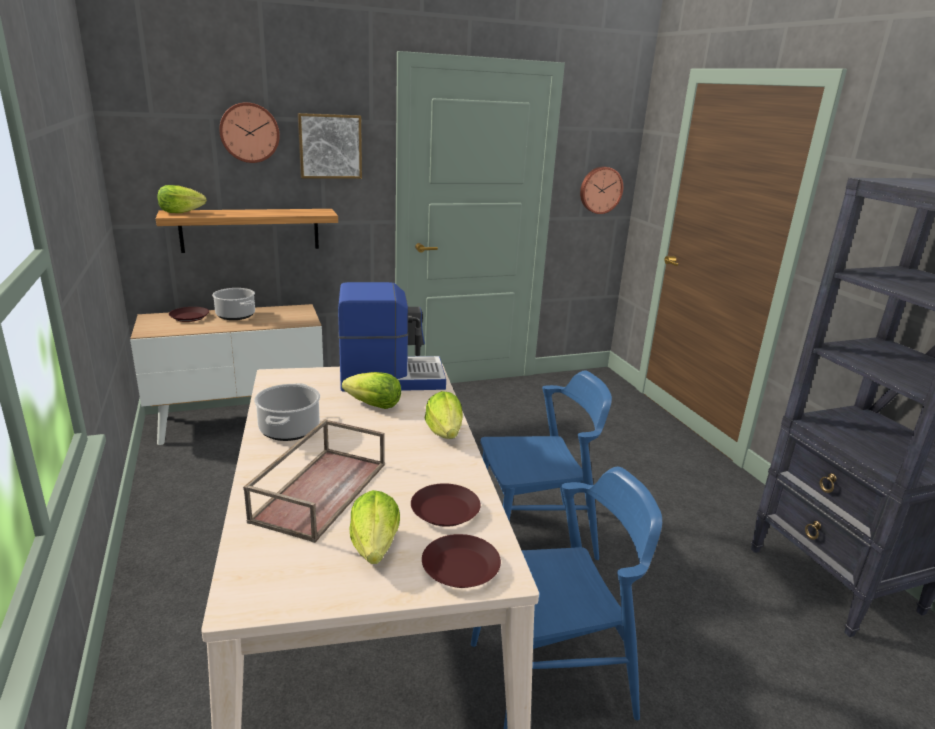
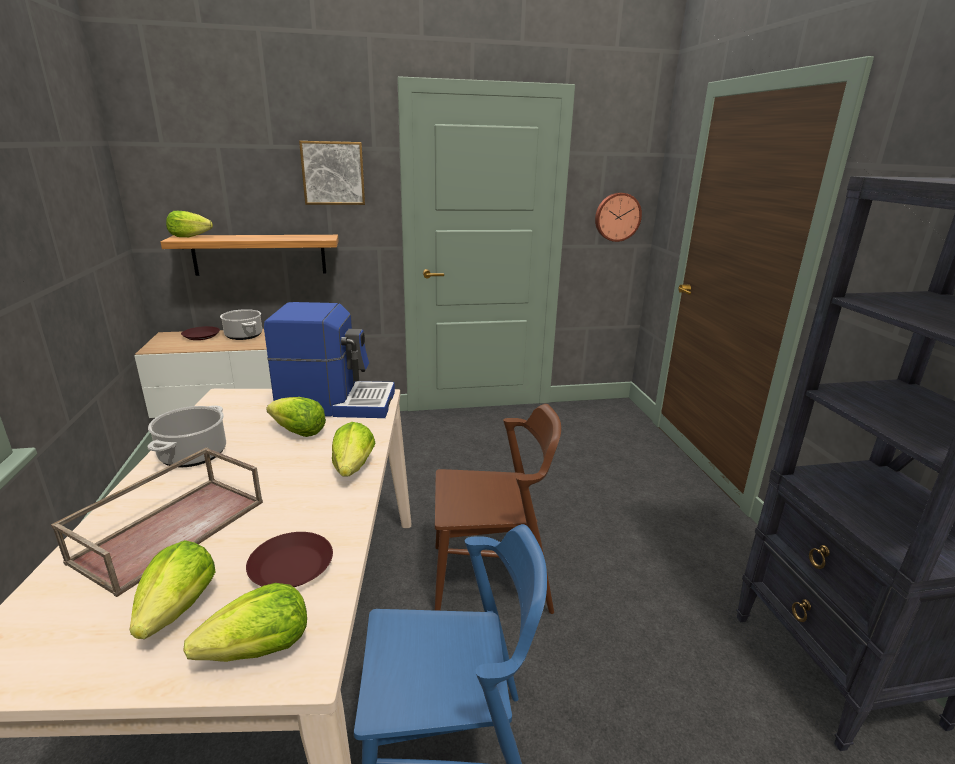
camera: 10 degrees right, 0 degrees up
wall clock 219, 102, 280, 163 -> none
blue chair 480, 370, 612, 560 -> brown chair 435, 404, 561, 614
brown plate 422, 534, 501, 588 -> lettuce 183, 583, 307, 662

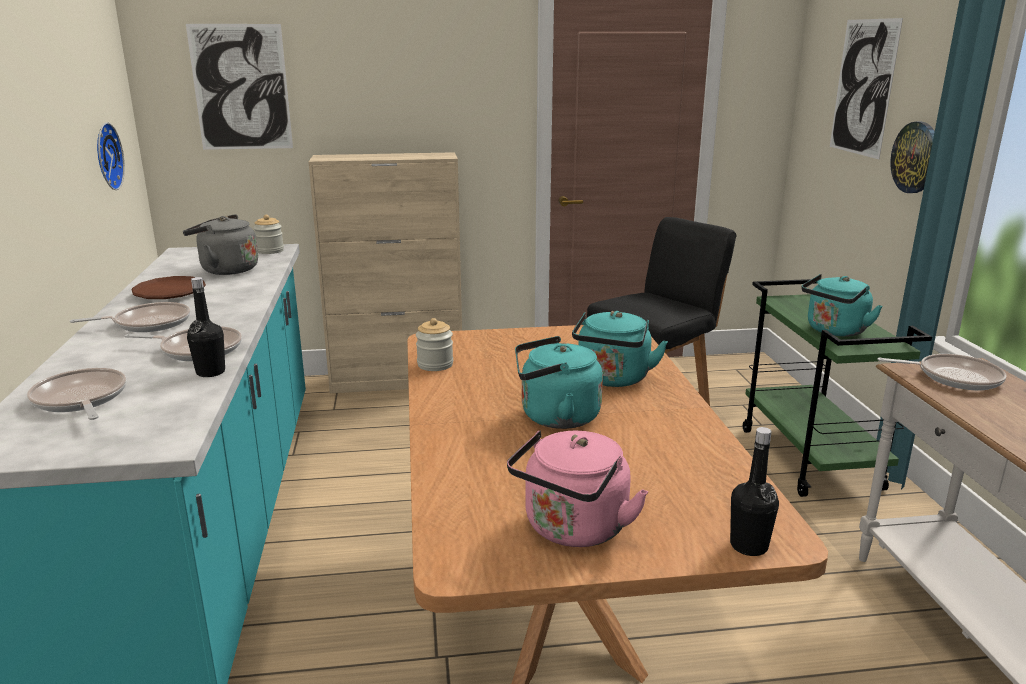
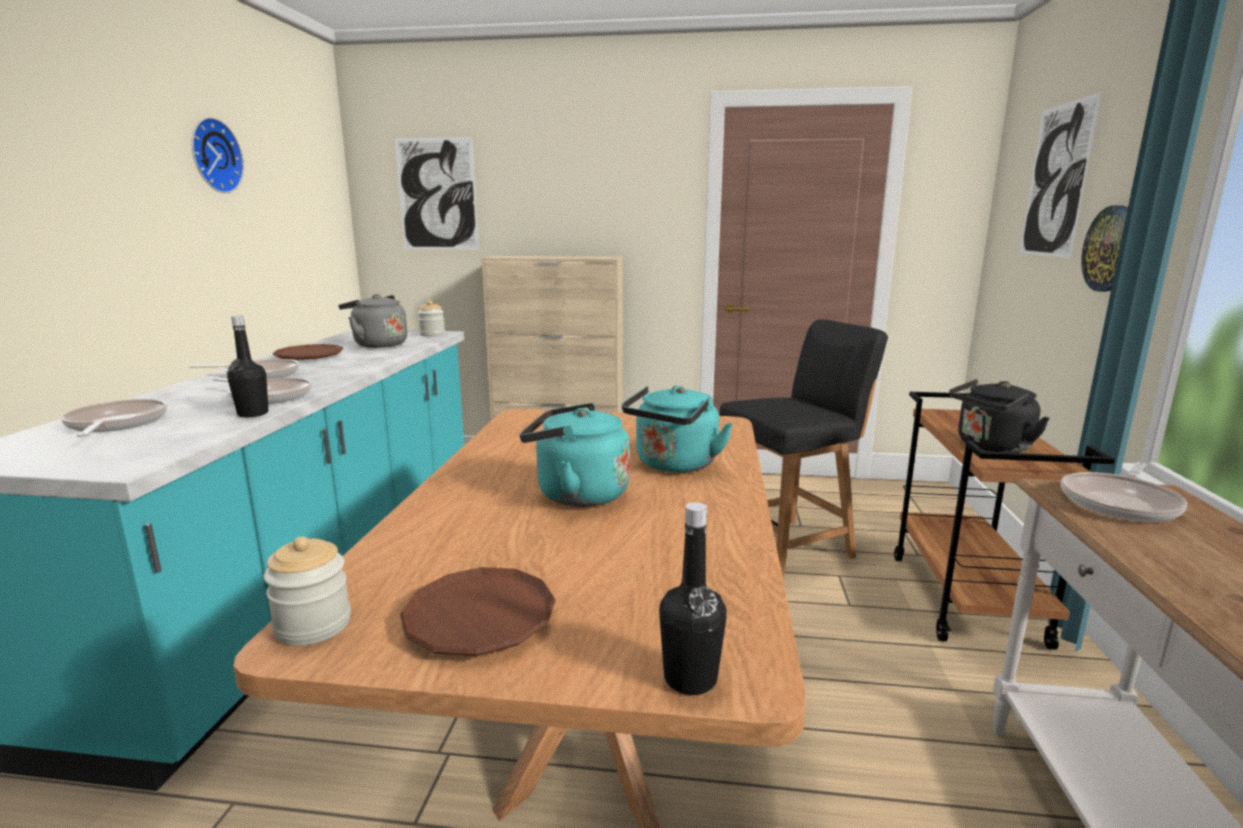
camera: 15 degrees right, 5 degrees down
wall clock 97, 123, 125, 190 -> wall clock 191, 117, 244, 193, move
turquoise kettle 801, 274, 883, 337 -> black kettle 949, 379, 1050, 453
green cart 743, 279, 932, 497 -> brown cart 894, 392, 1115, 650
jar 416, 318, 453, 371 -> jar 263, 536, 351, 646, move
frying pan 877, 354, 1006, 390 -> frying pan 1061, 462, 1187, 522, 105 degrees clockwise
pink kettle 507, 430, 648, 547 -> brown plate 400, 567, 556, 656

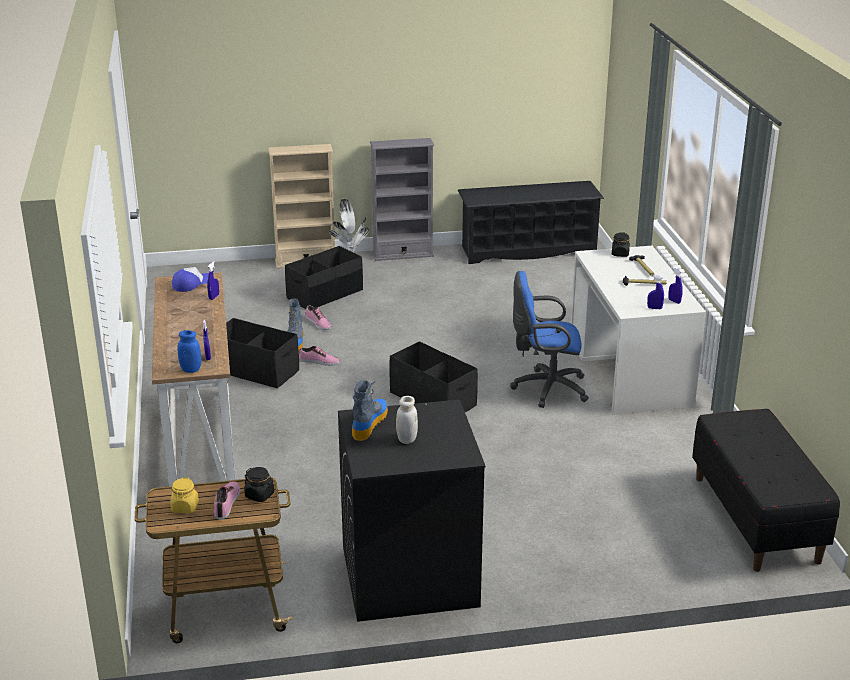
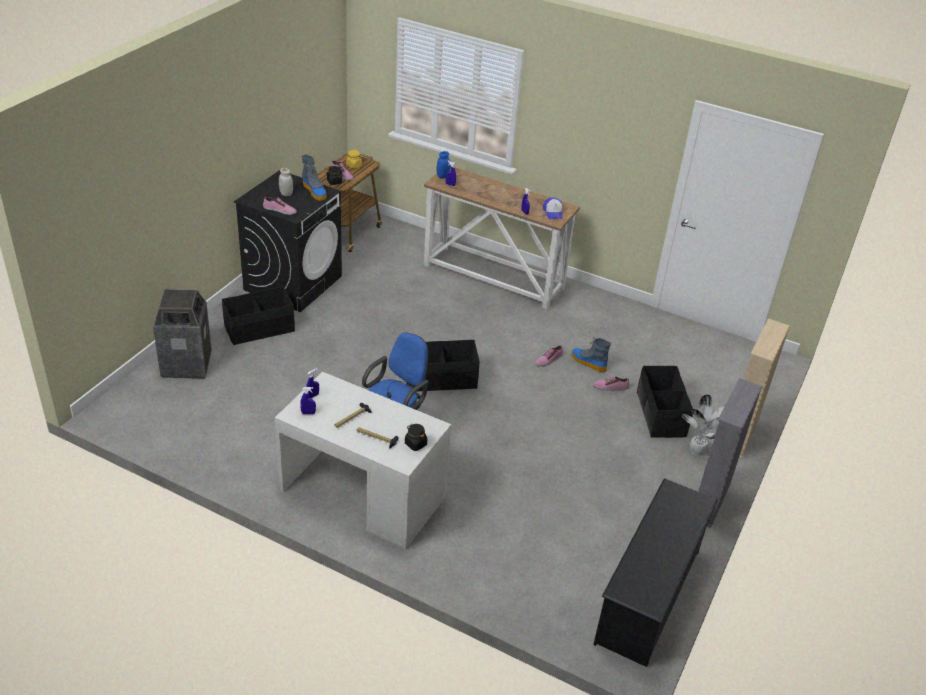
camera: 125 degrees right, 10 degrees up
black storage box 226, 318, 299, 388 -> black storage box 222, 286, 295, 345, move
black bench 692, 409, 840, 572 -> none
none -> shoe 263, 197, 297, 215
none -> trash can 153, 289, 212, 378

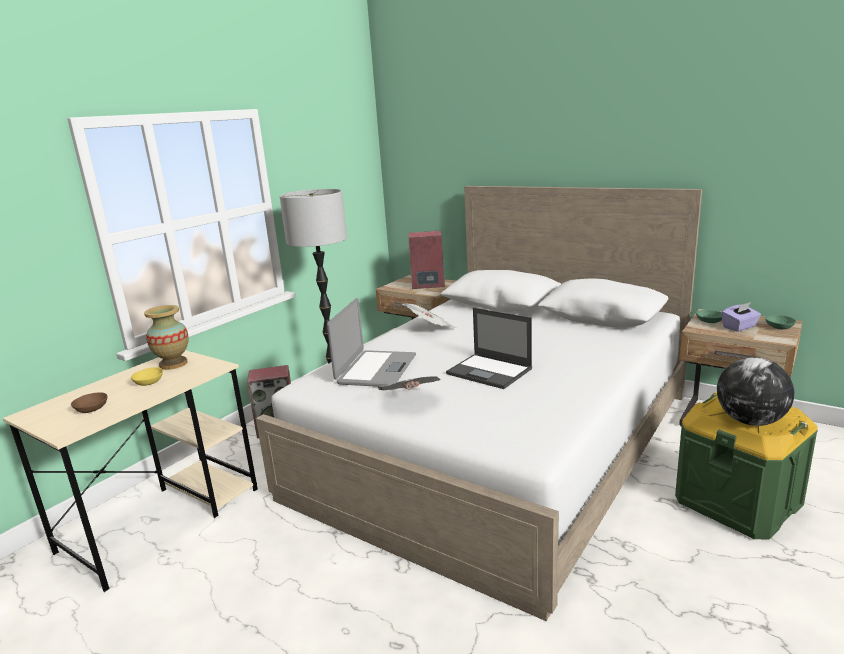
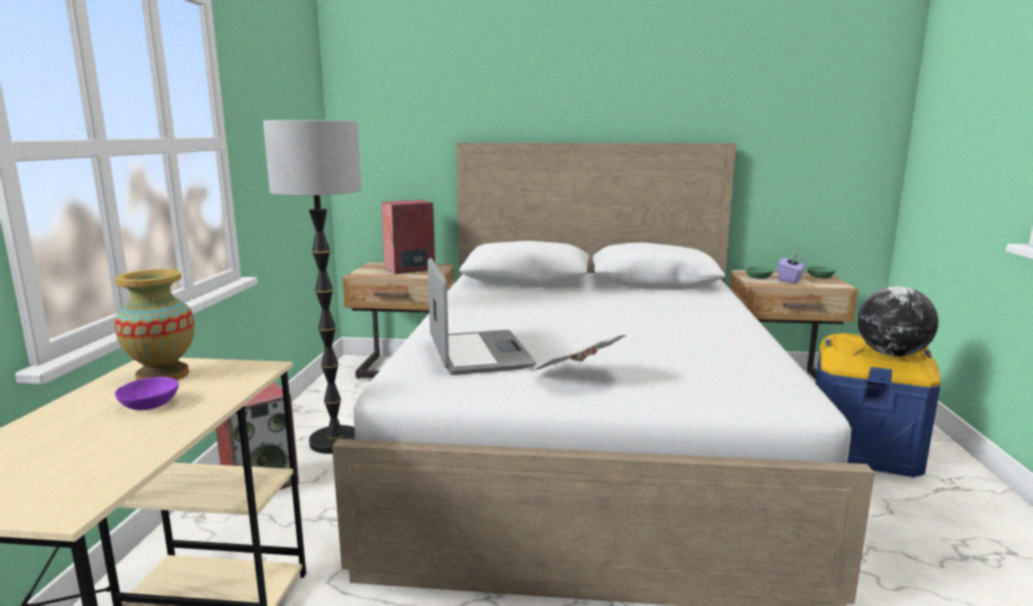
camera: 30 degrees left, 5 degrees down
newspaper 403, 304, 456, 328 -> none
laptop 446, 308, 532, 389 -> none
yellow bowl 131, 367, 163, 386 -> purple bowl 115, 377, 179, 410
brown bowl 71, 392, 108, 413 -> none
green storage box 675, 392, 818, 540 -> blue storage box 815, 333, 941, 477

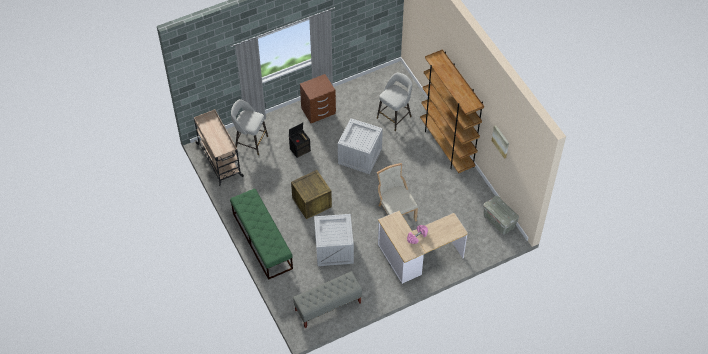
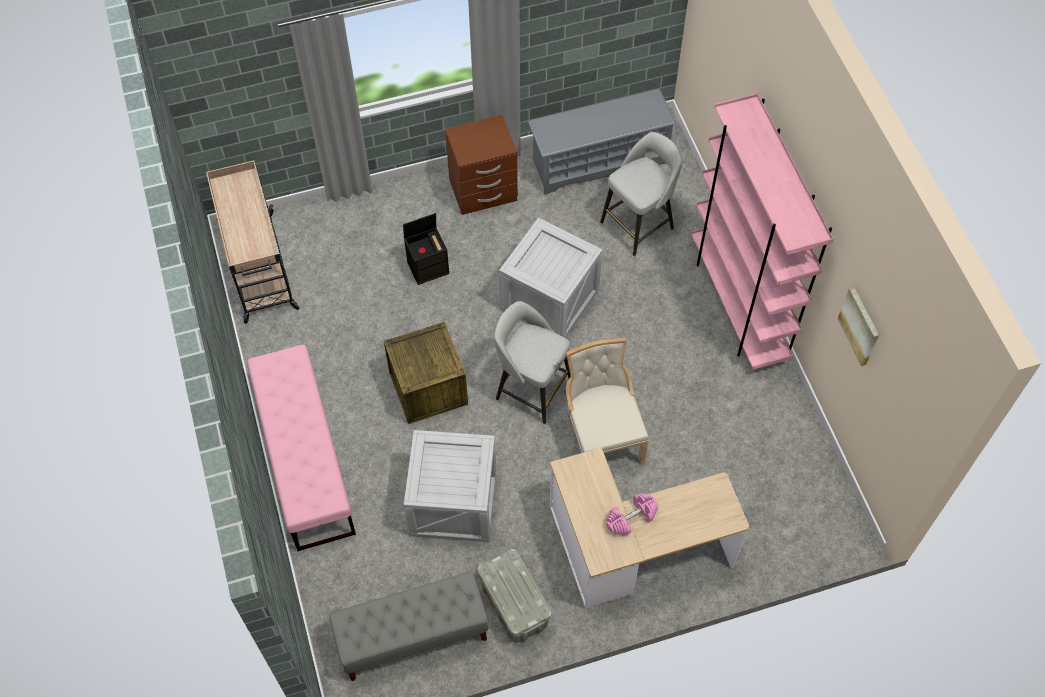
camera: 10 degrees right, 5 degrees up
brown bookcase 420, 49, 484, 173 -> pink bookcase 691, 93, 834, 370
grey stool 231, 99, 268, 155 -> grey stool 494, 301, 571, 424, move
green bench 230, 188, 293, 280 -> pink bench 247, 344, 356, 551
grey storage box 483, 195, 519, 235 -> grey storage box 477, 549, 552, 643, move
none -> grey shoe rack 528, 89, 676, 195

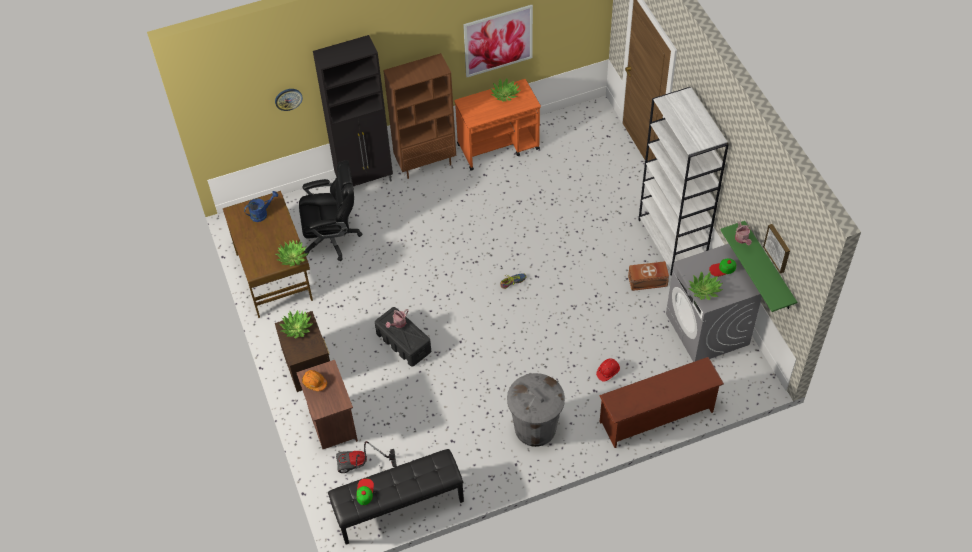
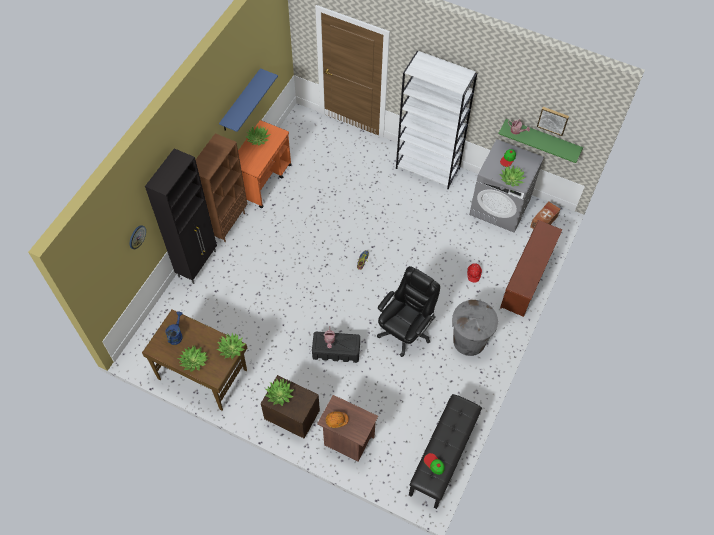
camera: 45 degrees left, 5 degrees up
picture 463, 5, 533, 77 -> blue shelf 219, 68, 278, 132
black office chair 299, 160, 363, 261 -> black office chair 377, 266, 440, 357, move
brown storage box 628, 261, 669, 291 -> brown storage box 530, 202, 560, 229, move
vacuum cleaner 336, 441, 397, 473 -> none
none -> potted plant 178, 345, 208, 372

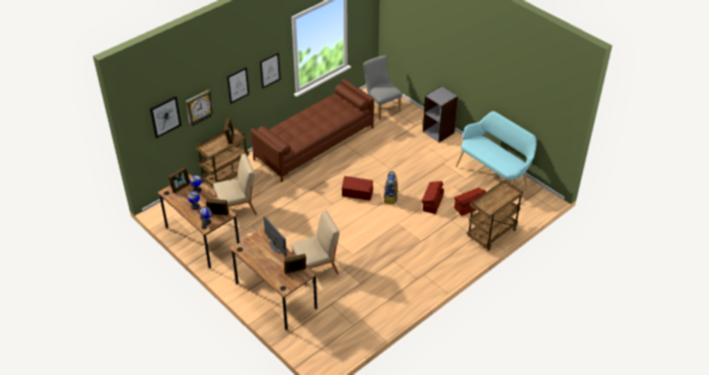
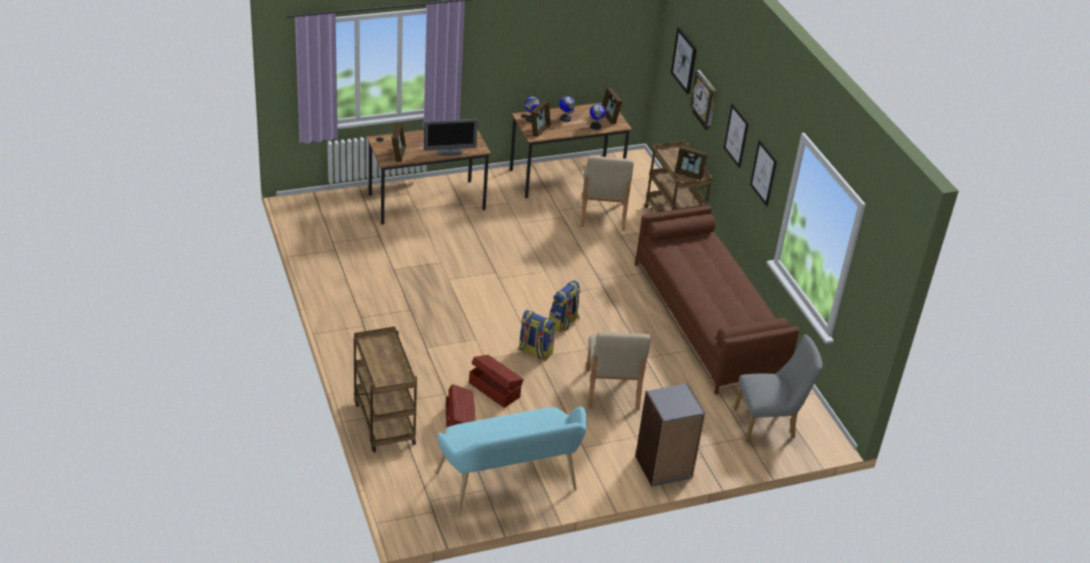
camera: 110 degrees right, 5 degrees down
brown storage box 342, 176, 373, 201 -> backpack 549, 280, 581, 333
beige chair 291, 210, 340, 285 -> beige chair 586, 332, 651, 411, move

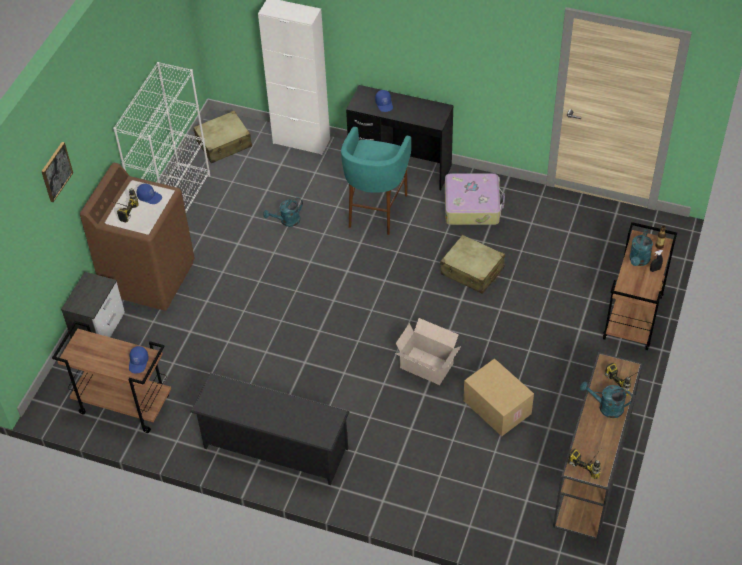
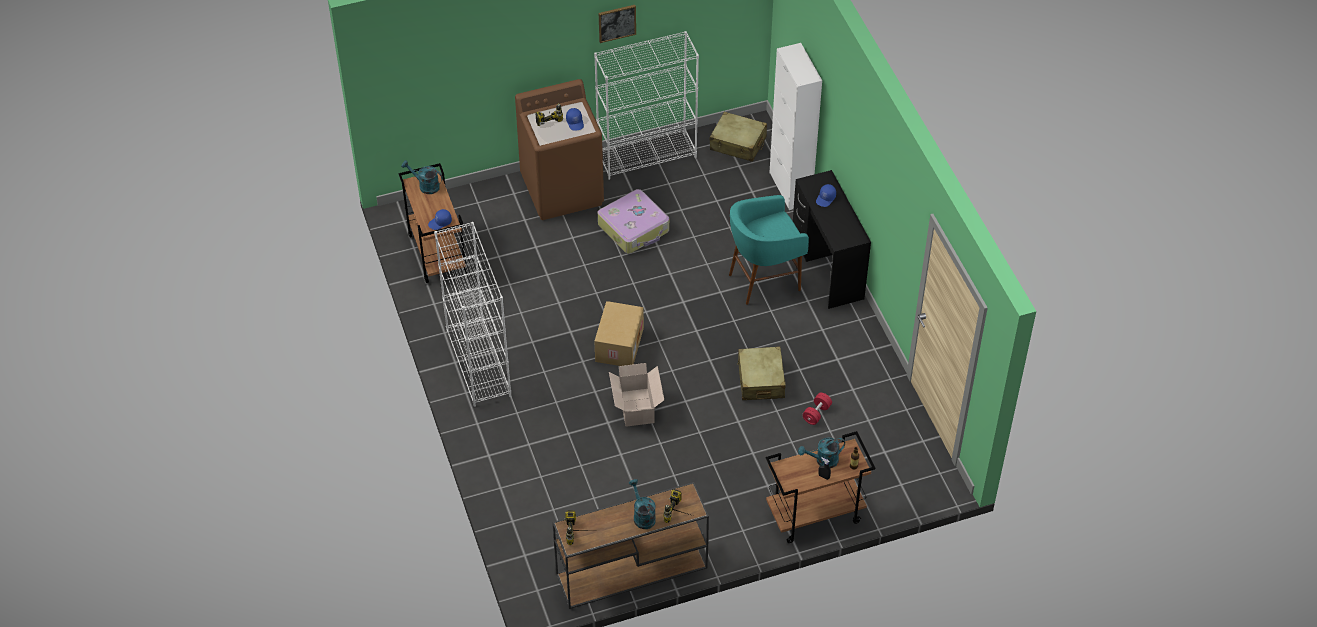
camera: 50 degrees right, 0 degrees up
picture 41, 142, 73, 202 -> picture 599, 5, 636, 43, move
suitcase 445, 173, 505, 225 -> suitcase 598, 189, 669, 254, move
turquoise watering can 263, 197, 303, 227 -> turquoise watering can 401, 160, 443, 194, move
nightstand 61, 272, 125, 338 -> none
cardboard box 463, 359, 534, 436 -> cardboard box 594, 301, 644, 366, move
black shoe rack 190, 373, 350, 485 -> white bookcase 434, 222, 511, 407
none -> red dumbbell 802, 393, 832, 425

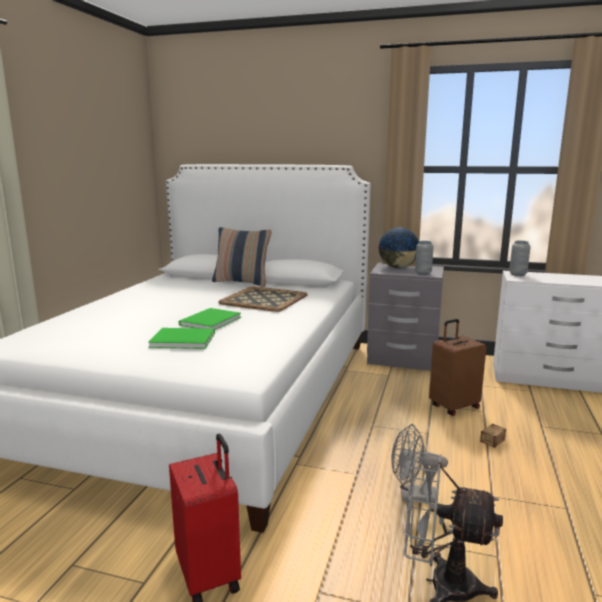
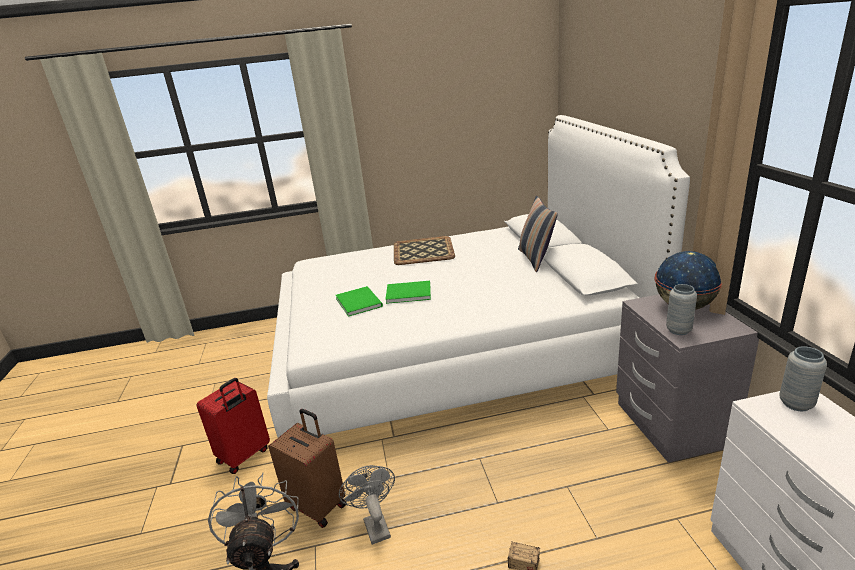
camera: 65 degrees right, 10 degrees up
tray 219, 286, 308, 312 -> tray 394, 236, 455, 265, move
brown suitcase 429, 319, 486, 416 -> brown suitcase 268, 409, 346, 528, move

